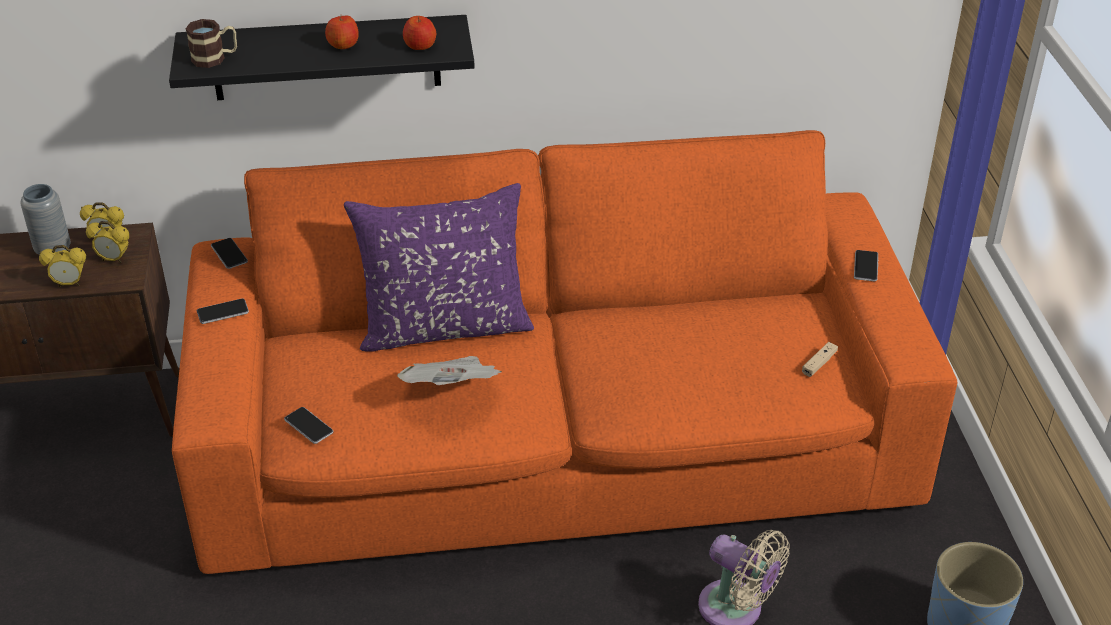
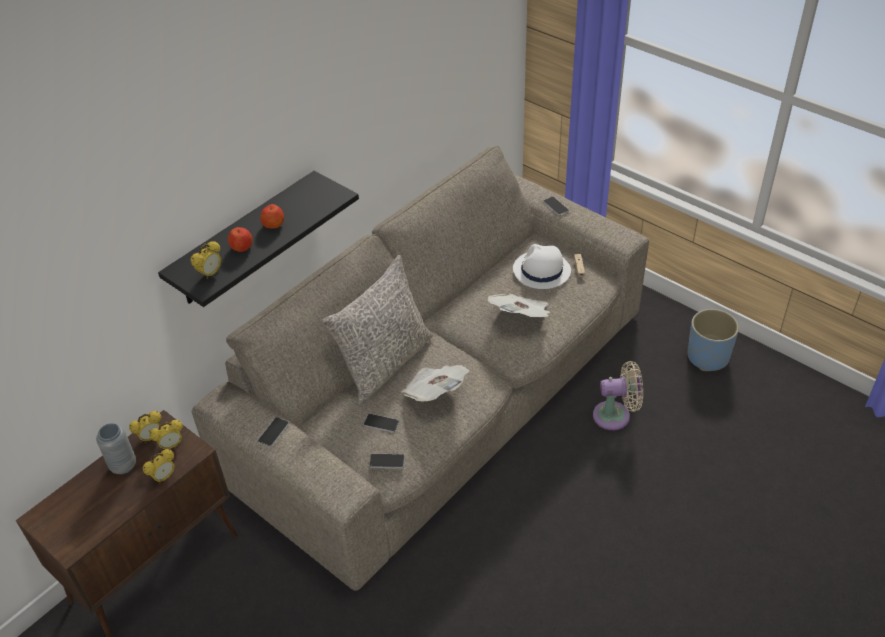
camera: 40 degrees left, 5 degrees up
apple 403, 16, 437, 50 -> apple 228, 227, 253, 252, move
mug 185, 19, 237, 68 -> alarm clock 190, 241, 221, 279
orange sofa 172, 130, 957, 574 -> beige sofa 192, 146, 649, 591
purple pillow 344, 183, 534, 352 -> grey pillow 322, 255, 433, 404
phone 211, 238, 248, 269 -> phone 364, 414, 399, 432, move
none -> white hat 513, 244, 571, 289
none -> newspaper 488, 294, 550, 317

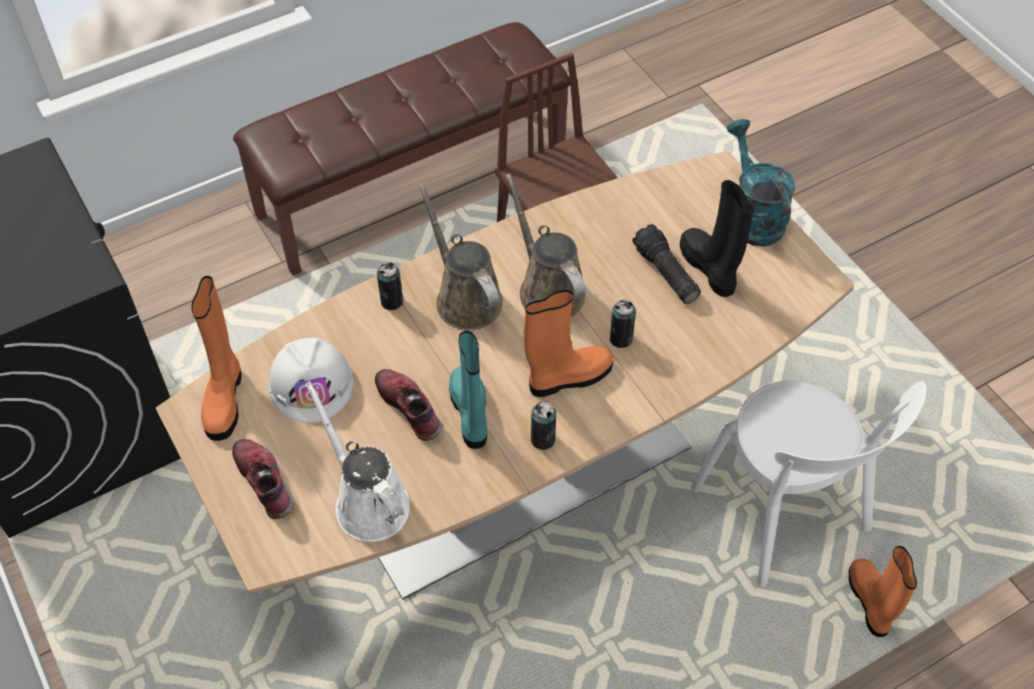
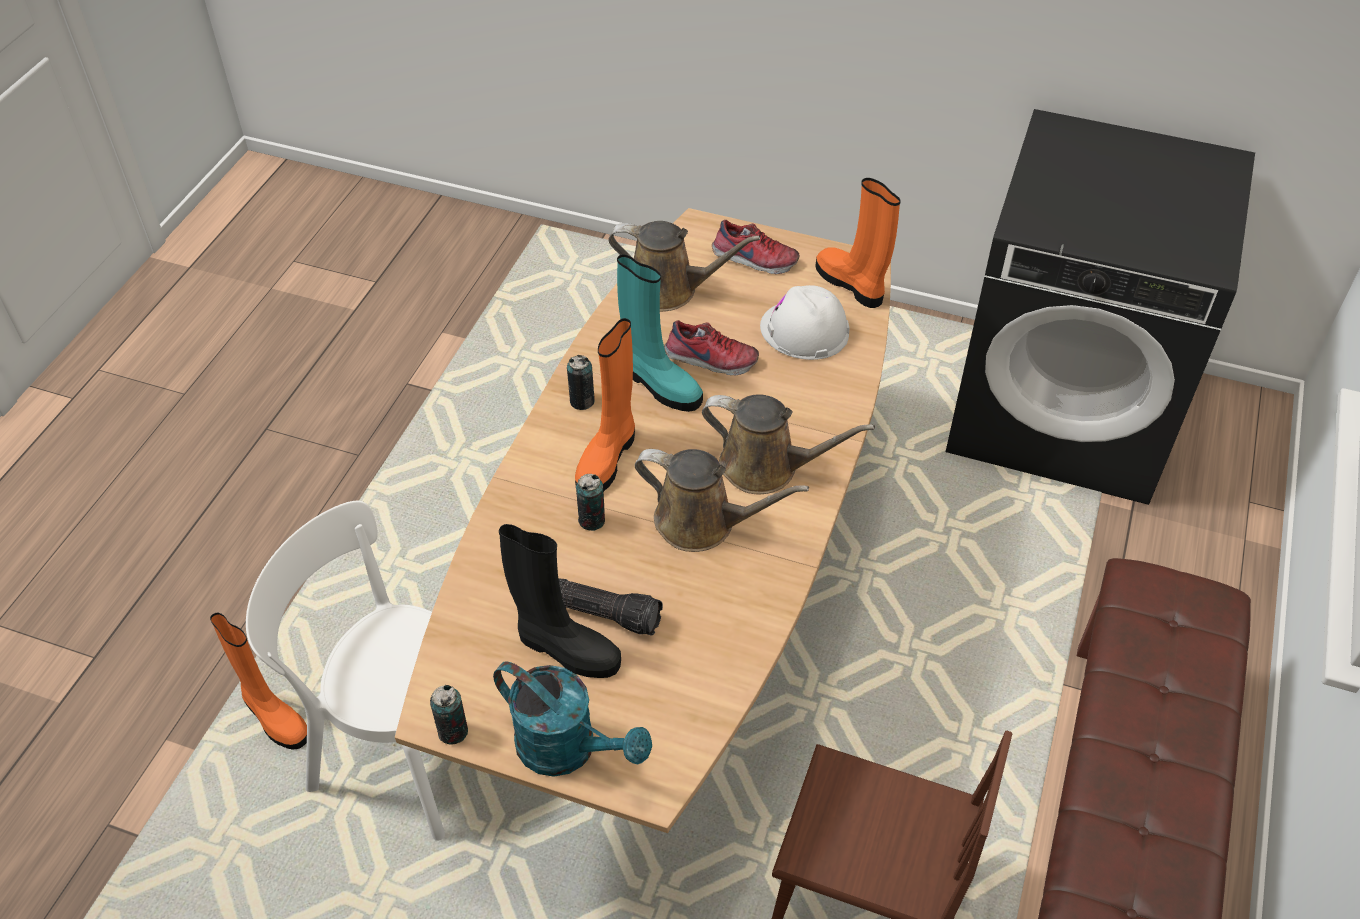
camera: 140 degrees right, 5 degrees down
can 377, 262, 404, 310 -> can 430, 685, 468, 745, move
white watering can 305, 381, 410, 542 -> brown watering can 608, 221, 760, 312

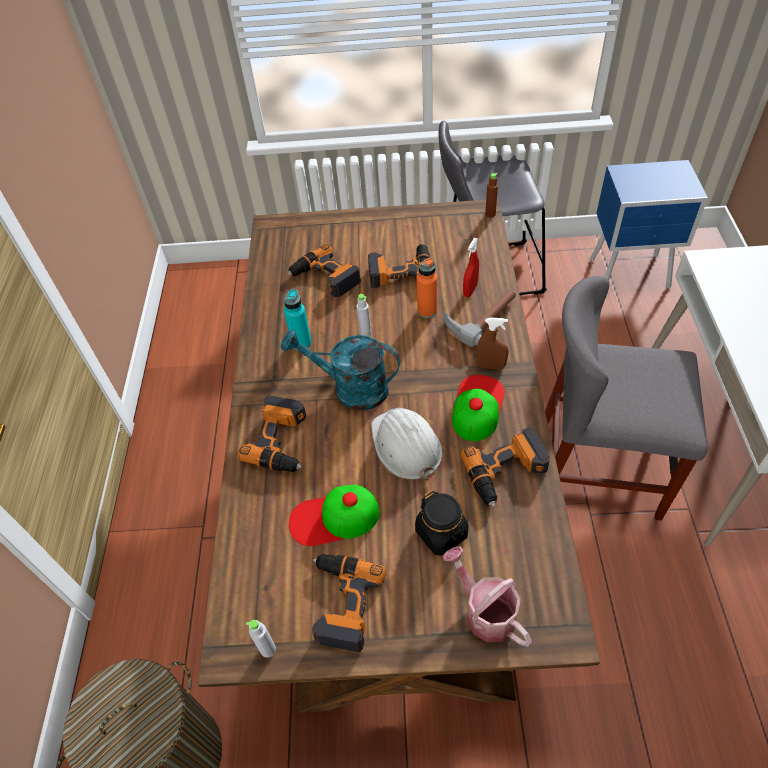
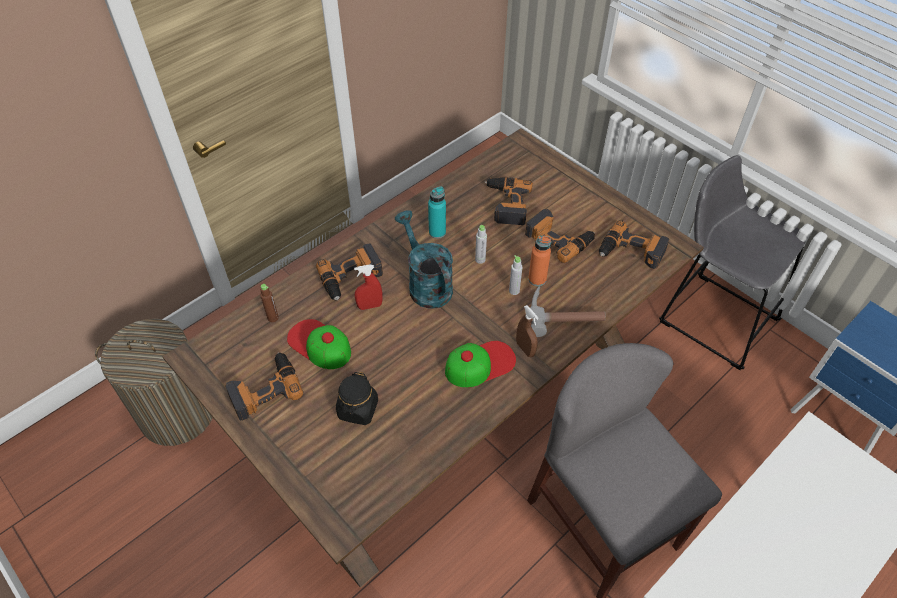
camera: 45 degrees right, 0 degrees up
brown bottle 485, 173, 498, 218 -> brown bottle 260, 284, 279, 322, move
red spray bottle 463, 238, 479, 297 -> red spray bottle 354, 265, 382, 310, move
white hard hat 371, 407, 443, 480 -> none
power drill 461, 428, 549, 507 -> power drill 599, 220, 669, 269, move
watering can 442, 547, 532, 647 -> none
grey bottle 246, 620, 276, 658 -> grey bottle 509, 255, 523, 295, move

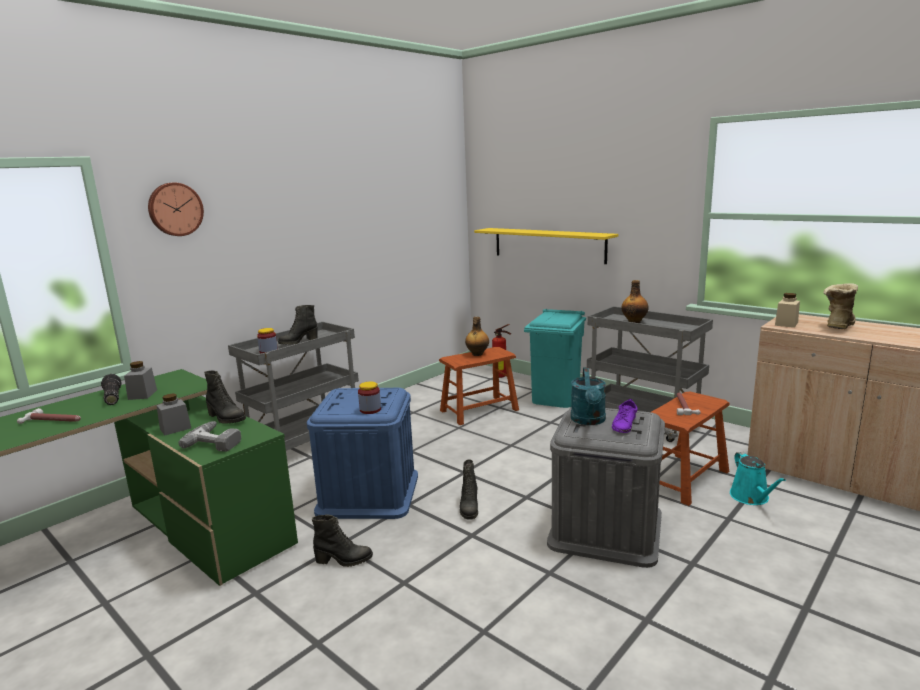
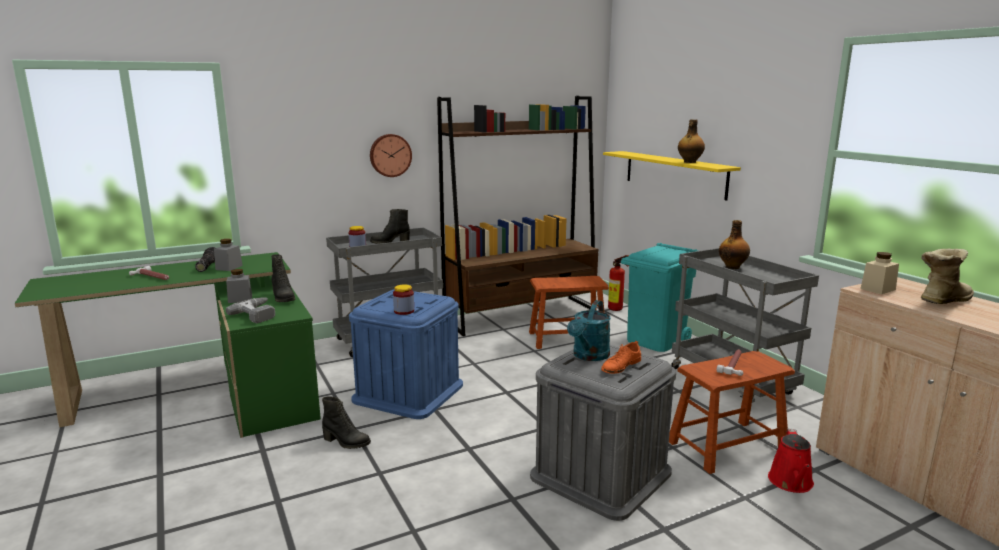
camera: 20 degrees right, 0 degrees up
wall clock 148, 183, 204, 236 -> wall clock 370, 134, 412, 177, move
bottle 465, 317, 489, 356 -> bottle 678, 119, 705, 163, move
purple shoe 612, 399, 637, 433 -> orange shoe 601, 341, 641, 374
turquoise watering can 730, 452, 786, 505 -> red watering can 768, 428, 814, 493
black boot 460, 459, 478, 520 -> none
none -> brown bookcase 437, 96, 598, 336

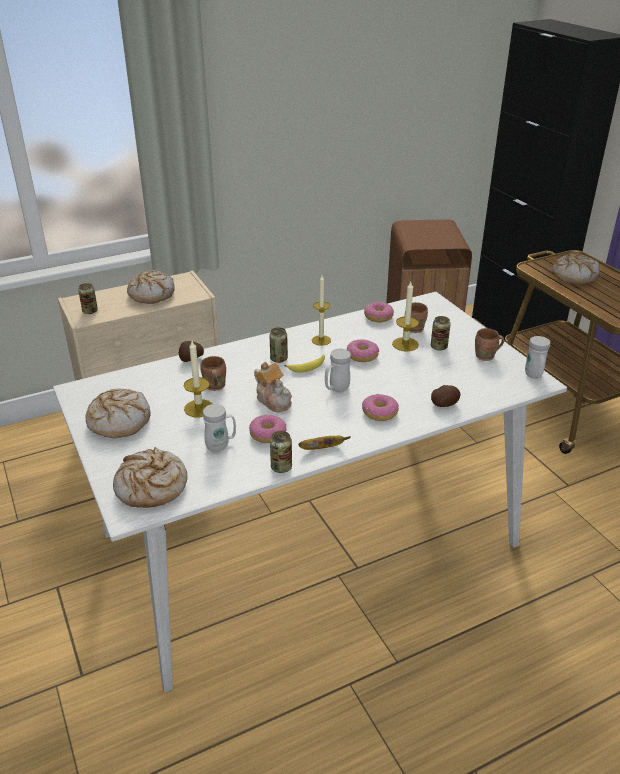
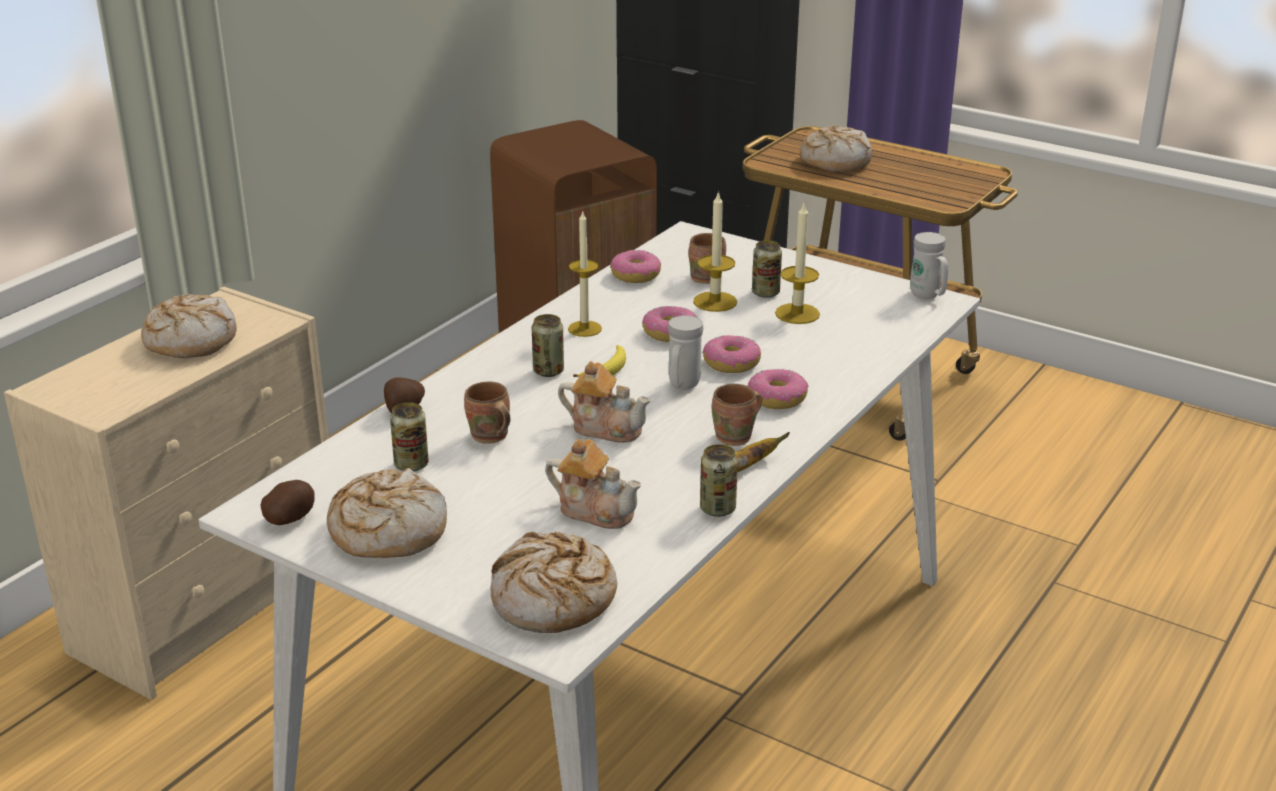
camera: 30 degrees left, 5 degrees down
can 78, 283, 98, 314 -> can 390, 402, 429, 472, move
brown mug 475, 328, 504, 361 -> brown mug 712, 384, 762, 446, move
candle 184, 341, 213, 417 -> candle 775, 204, 820, 324, move
potato 431, 385, 461, 407 -> potato 260, 480, 315, 525, move
white mug 203, 404, 236, 452 -> teapot 545, 439, 641, 529
donut 249, 415, 287, 443 -> donut 703, 335, 761, 373, move

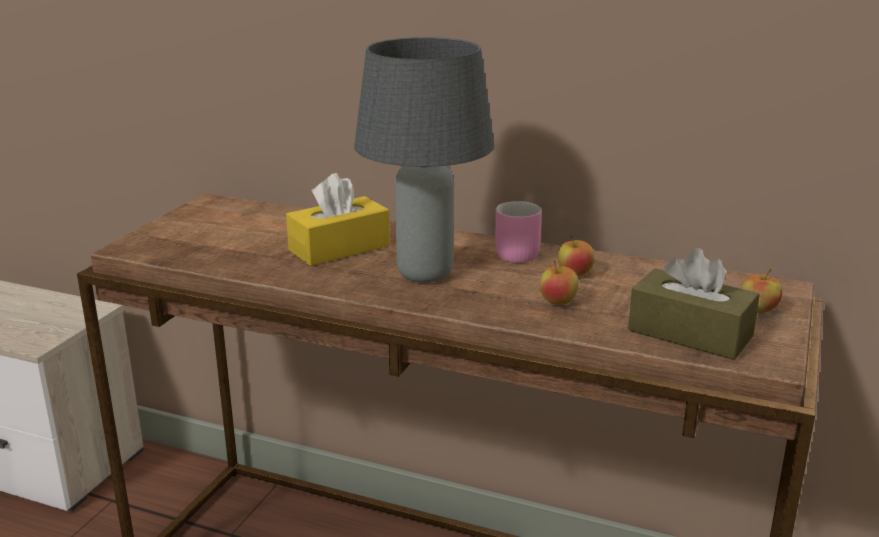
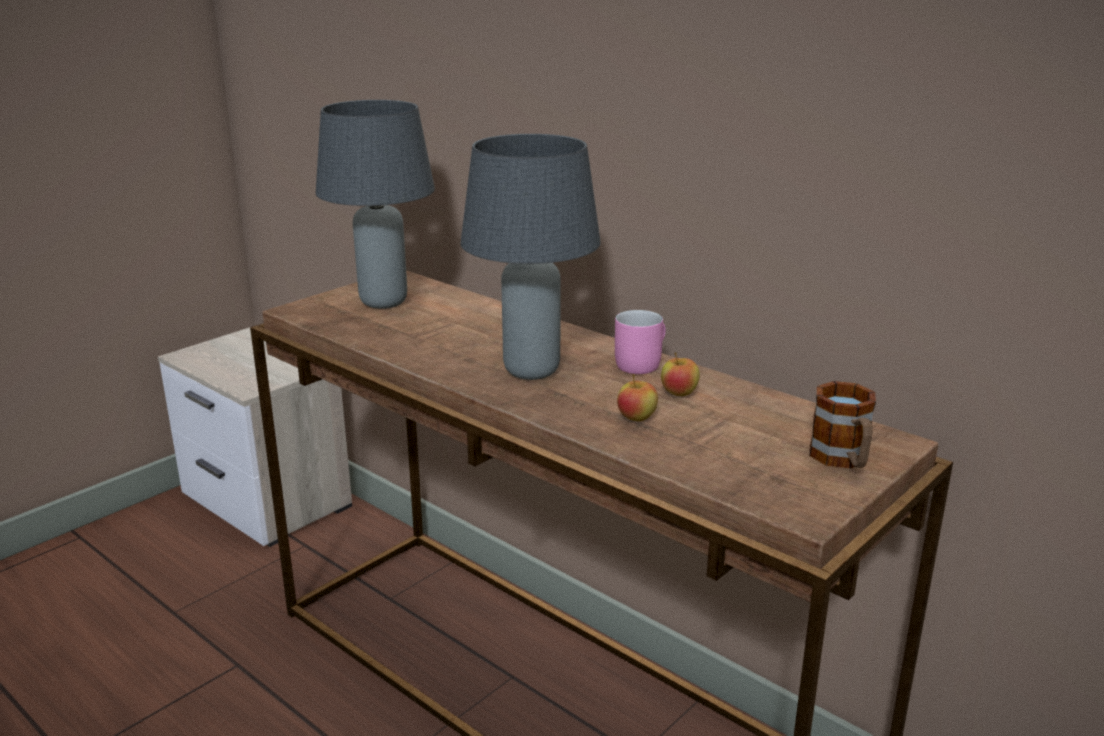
camera: 20 degrees right, 0 degrees up
yellow tissue box 286, 173, 390, 266 -> none
brown tissue box 628, 248, 760, 360 -> none
apple 740, 268, 782, 313 -> mug 809, 381, 876, 468
none -> grey table lamp 316, 100, 435, 309

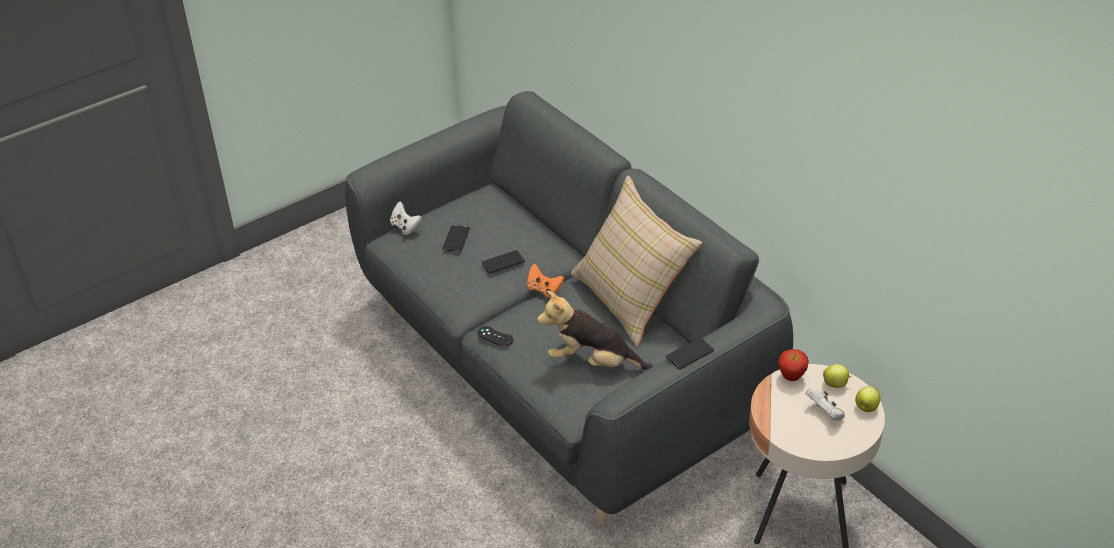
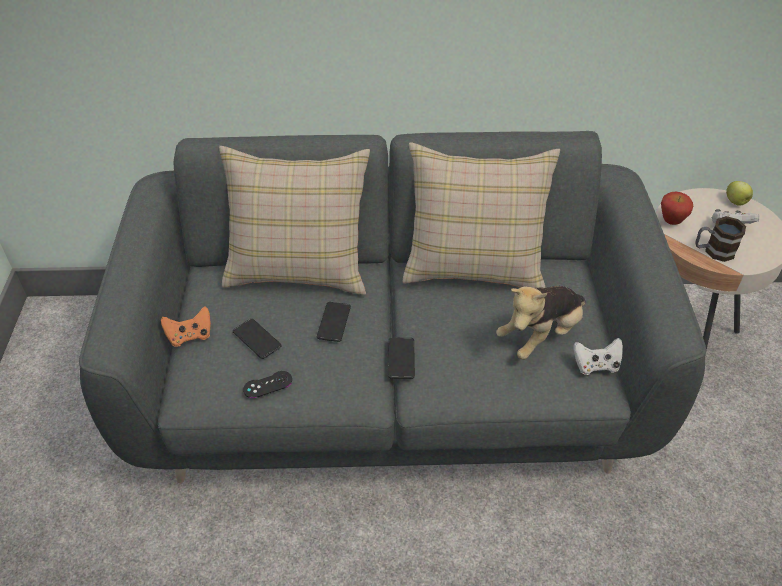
camera: 55 degrees left, 5 degrees up
white game controller 390, 201, 422, 235 -> white game controller 574, 338, 623, 375, move
orange game controller 527, 264, 564, 298 -> orange game controller 161, 307, 211, 347, move
black game controller 477, 326, 513, 347 -> black game controller 243, 371, 292, 398, move
phone 666, 338, 714, 369 -> phone 388, 338, 415, 379, move
apple 823, 364, 851, 388 -> none
none -> beige pillow 219, 146, 370, 295
none -> mug 695, 216, 746, 262

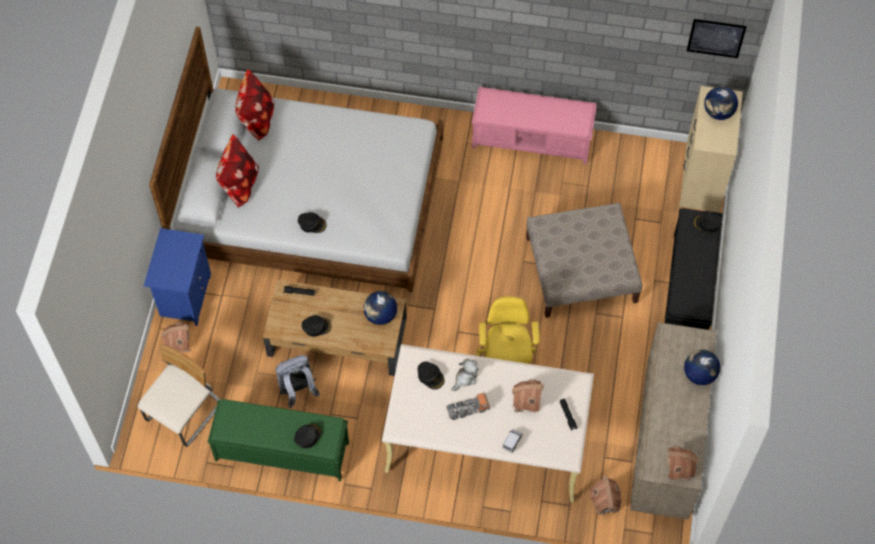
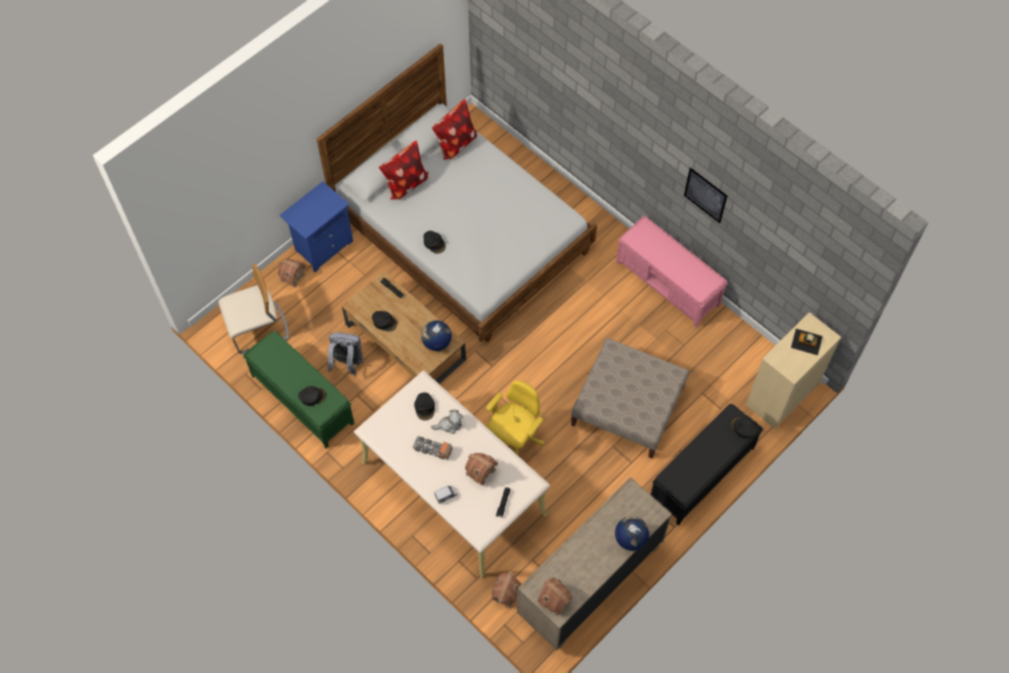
camera: 35 degrees right, 0 degrees up
picture 687, 19, 746, 58 -> picture 684, 168, 727, 223, move
globe 704, 87, 738, 120 -> toy car 791, 329, 823, 355

